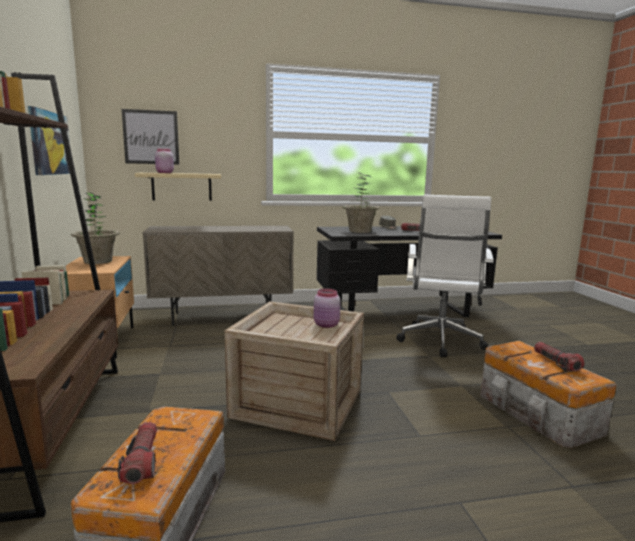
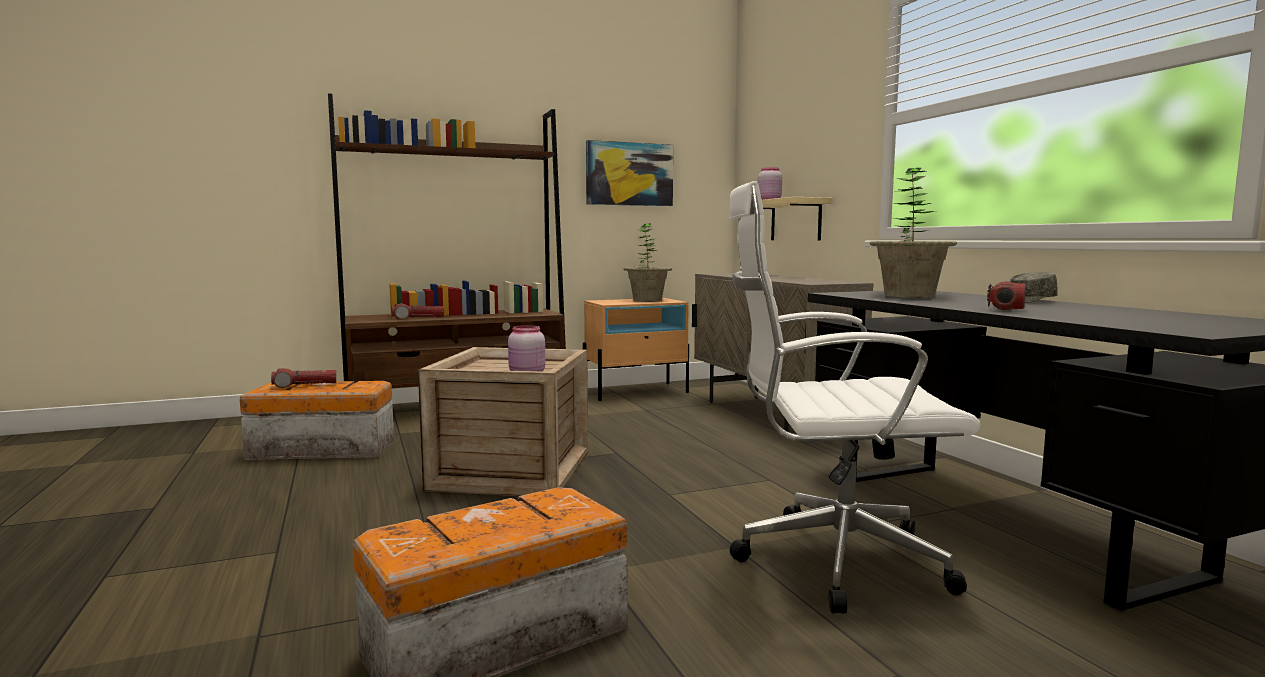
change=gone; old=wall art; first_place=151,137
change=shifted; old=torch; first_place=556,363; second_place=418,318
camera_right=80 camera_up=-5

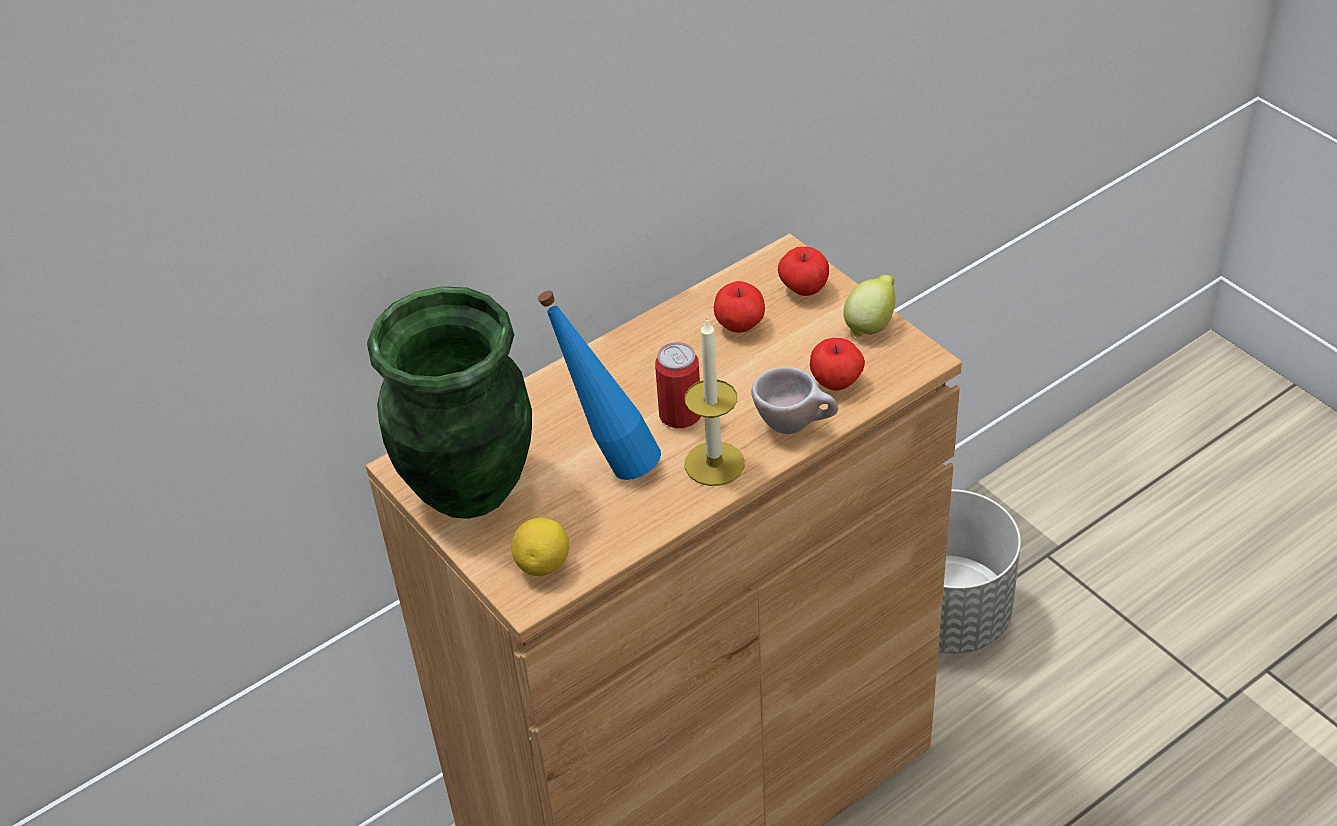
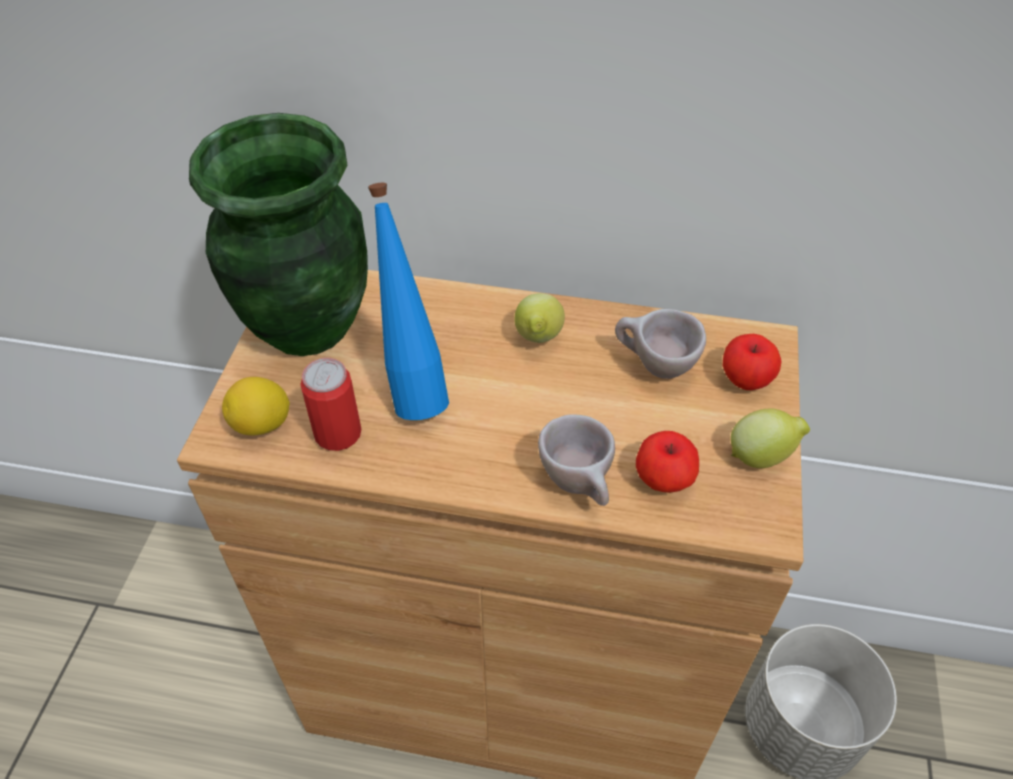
change=swapped; old=apple fruit; new=cup/beige; first_place=740,325; second_place=653,367
change=gone; old=wax light; first_place=714,463
change=shifted; old=metal can; first_place=680,414; second_place=338,433
change=new; new=citrus fruit; second_place=538,339
camera_right=45 camera_up=5

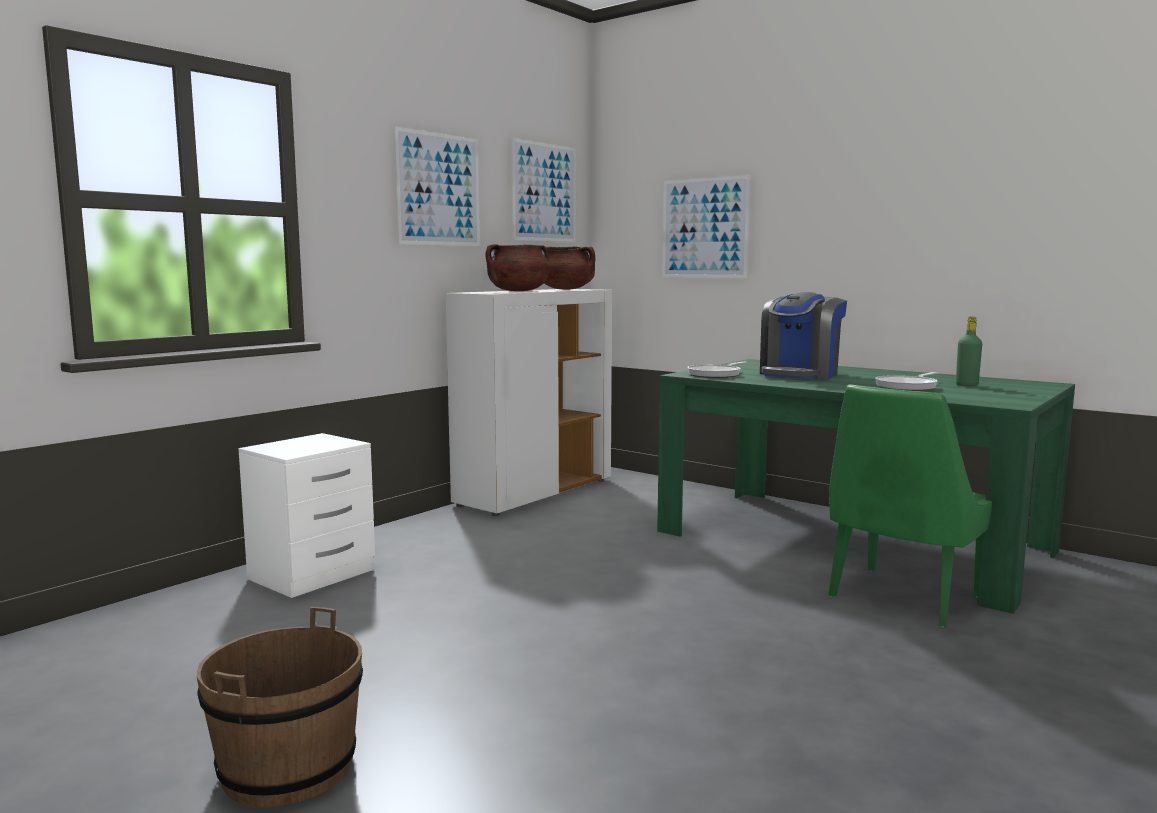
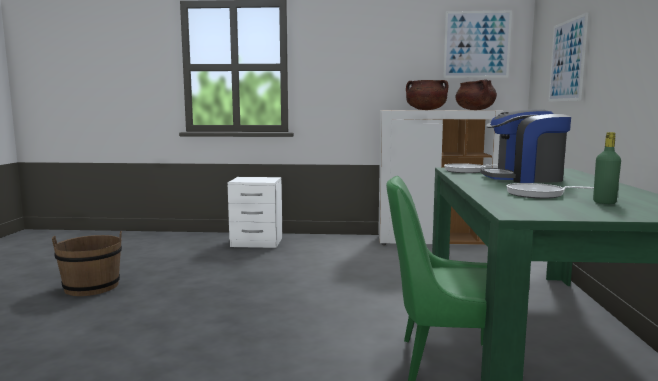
change=gone; old=wall art; first_place=438,189
camera_right=55 camera_up=0

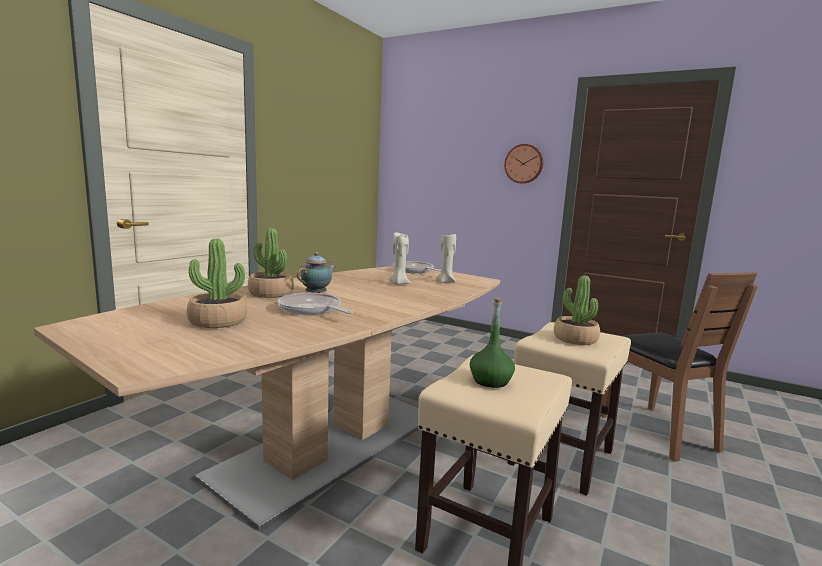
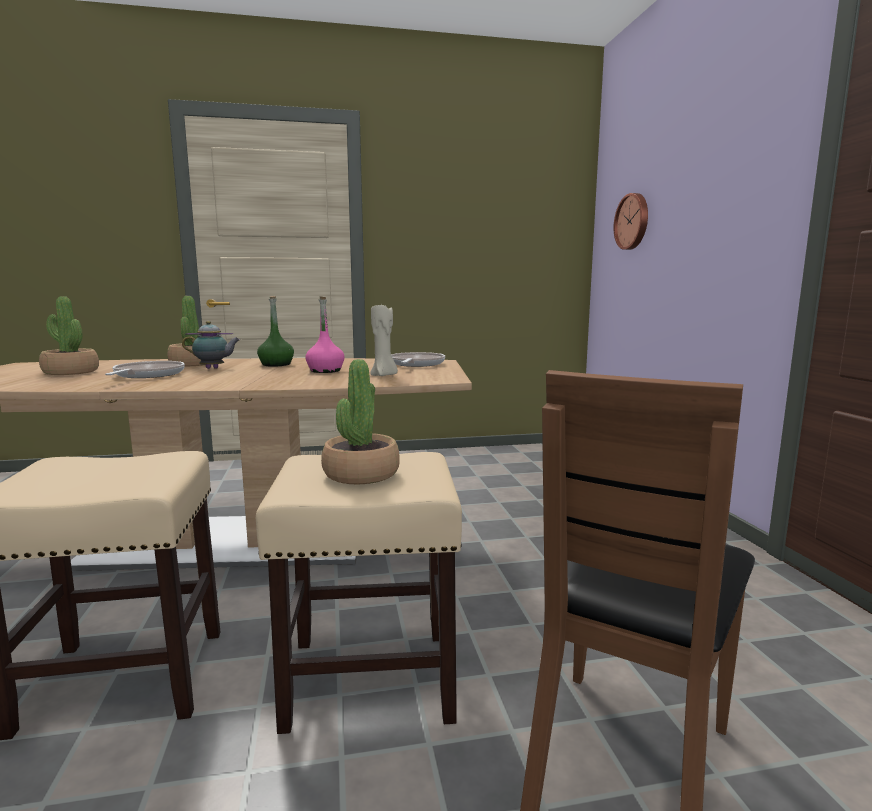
change=shifted; old=hanging clock; first_place=524,164; second_place=633,221
change=swapped; old=wax light/beige; new=drink bottle/pink; first_place=398,284; second_place=325,371
change=shifted; old=drink bottle/green; first_place=491,381; second_place=276,364
camera_right=50 camera_up=0

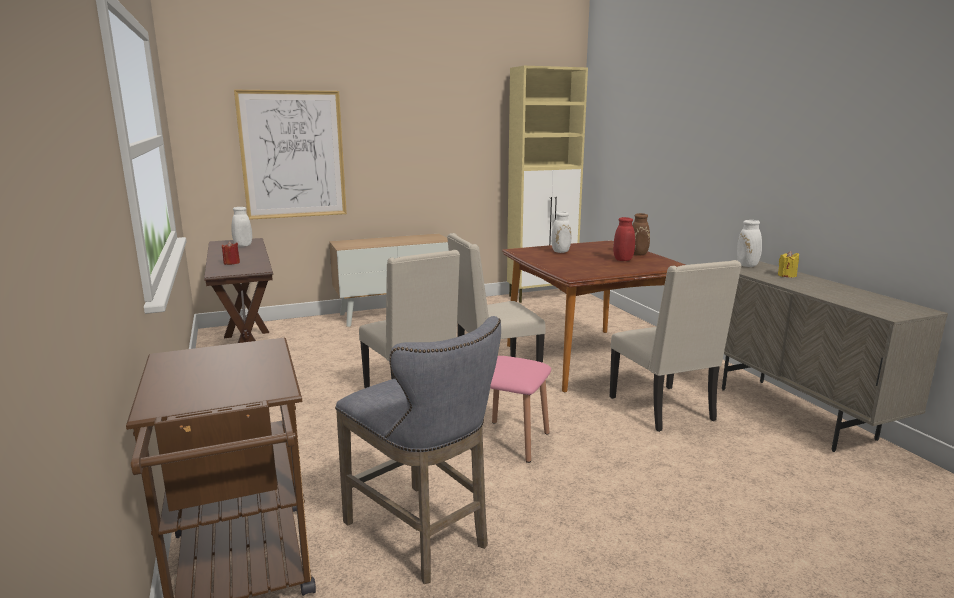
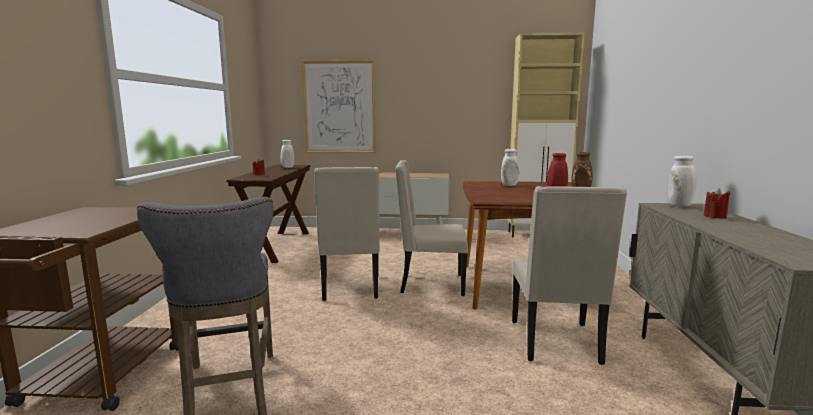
change=repainted; old=wax light/yellow; new=wax light/red; first_place=786,275; second_place=714,216
change=gone; old=stool seat/pink; first_place=510,440
camera_right=25 camera_up=-5

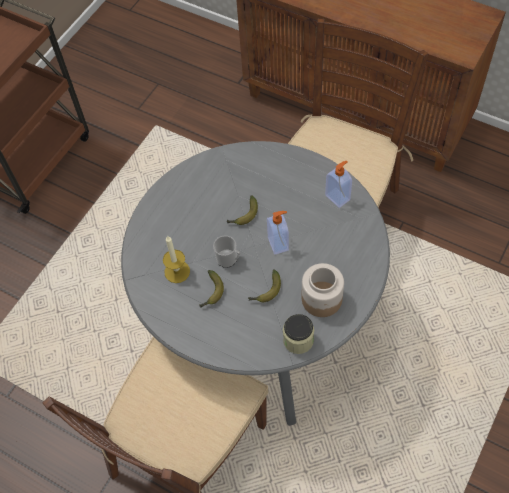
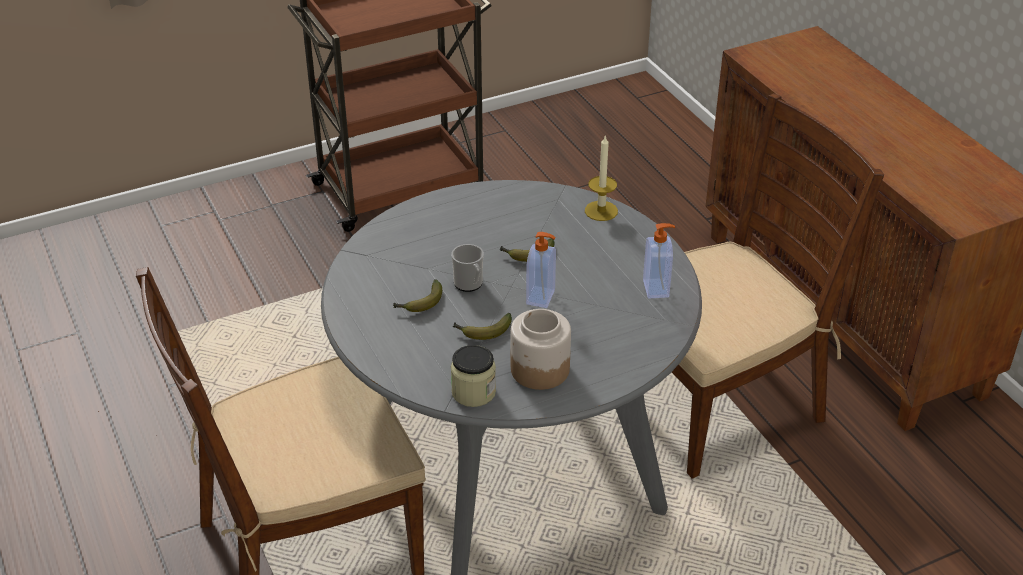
change=shifted; old=wax light; first_place=177,271; second_place=601,211
camera_right=30 camera_up=-20

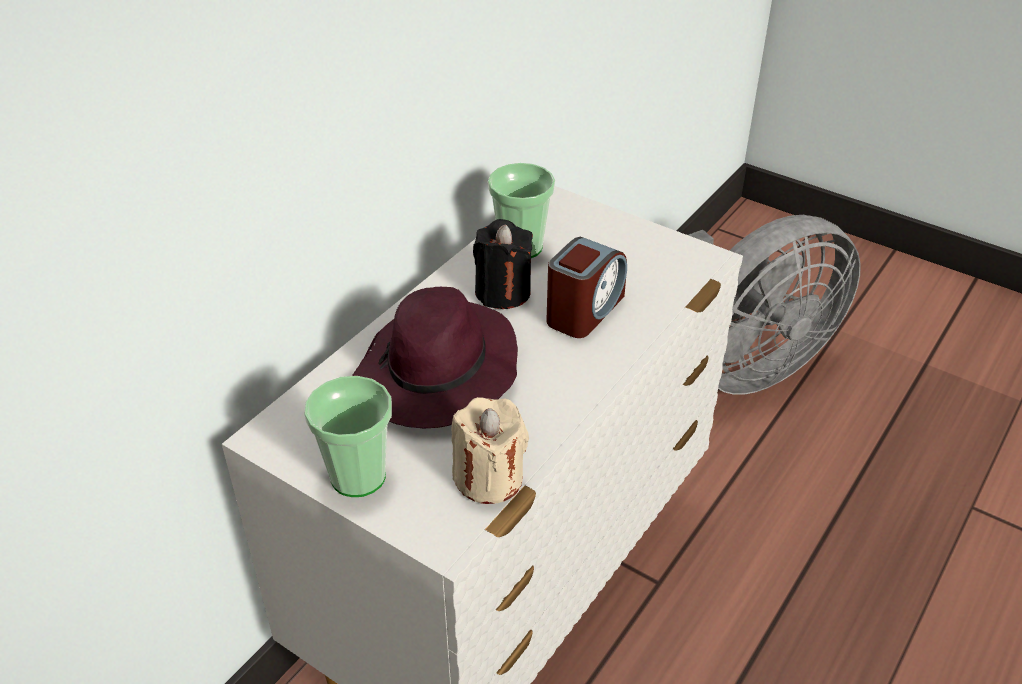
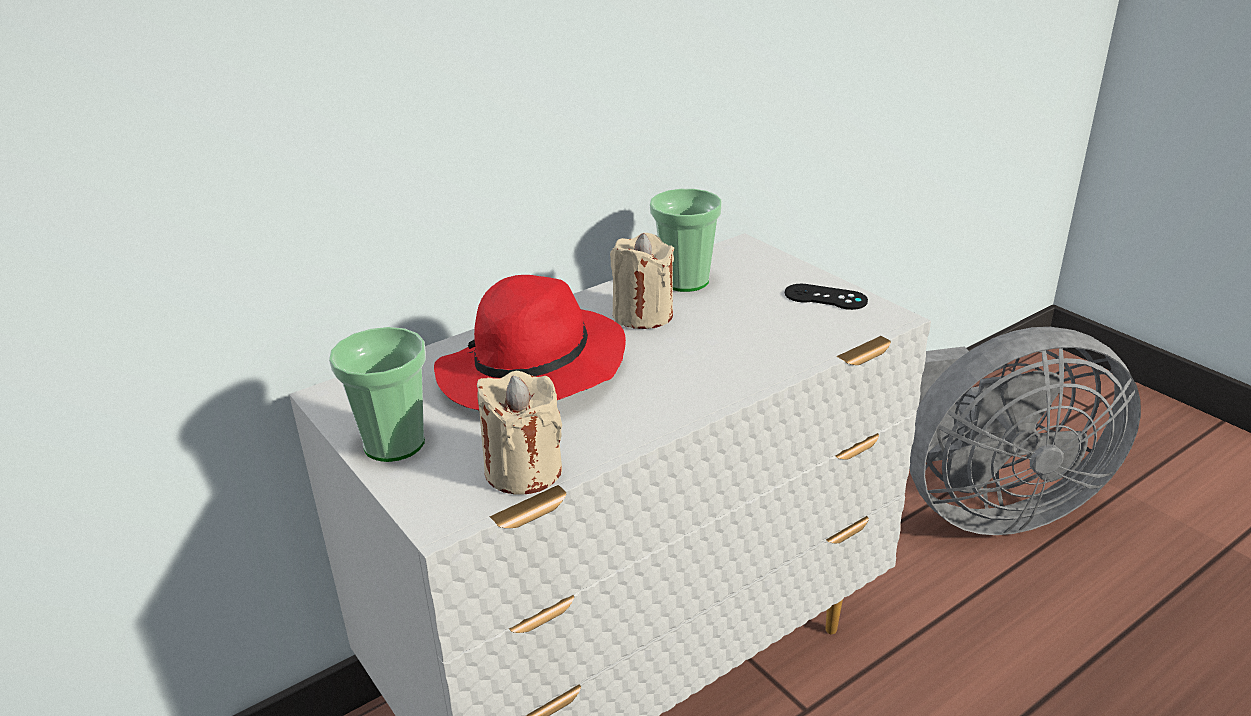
change=repainted; old=wax light/black; new=wax light/beige; first_place=503,292; second_place=643,315
change=gone; old=bedside clock; first_place=584,310
change=repainted; old=hat/purple; new=hat/red; first_place=438,374; second_place=532,372
change=new; new=game controller/black; second_place=825,297
camera_right=20 camera_up=-10

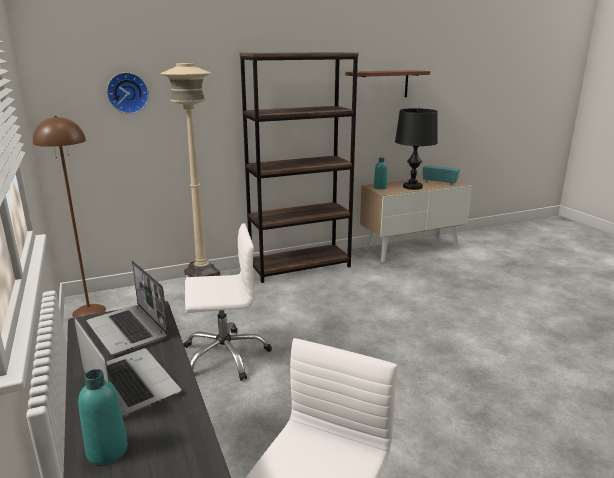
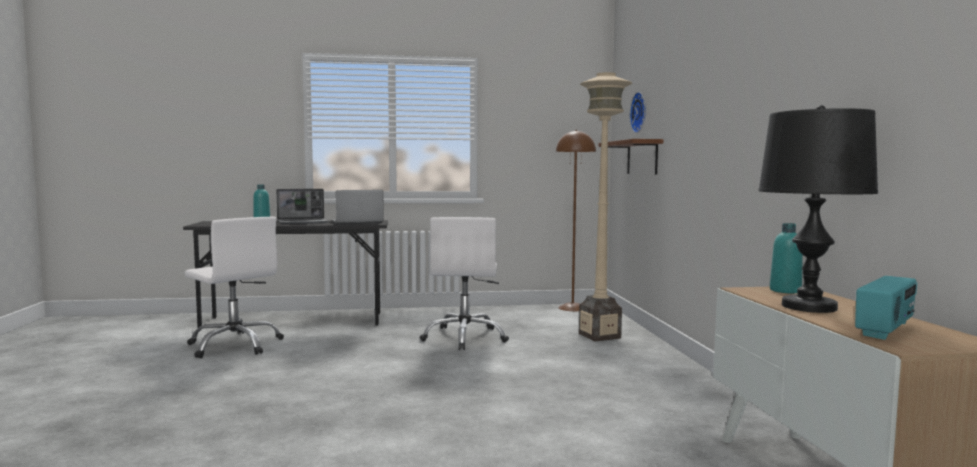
change=gone; old=bookcase/brownish; first_place=300,267
change=shifted; old=bracket shelf/brownish; first_place=381,84; second_place=642,157
camera_right=105 camera_up=-15

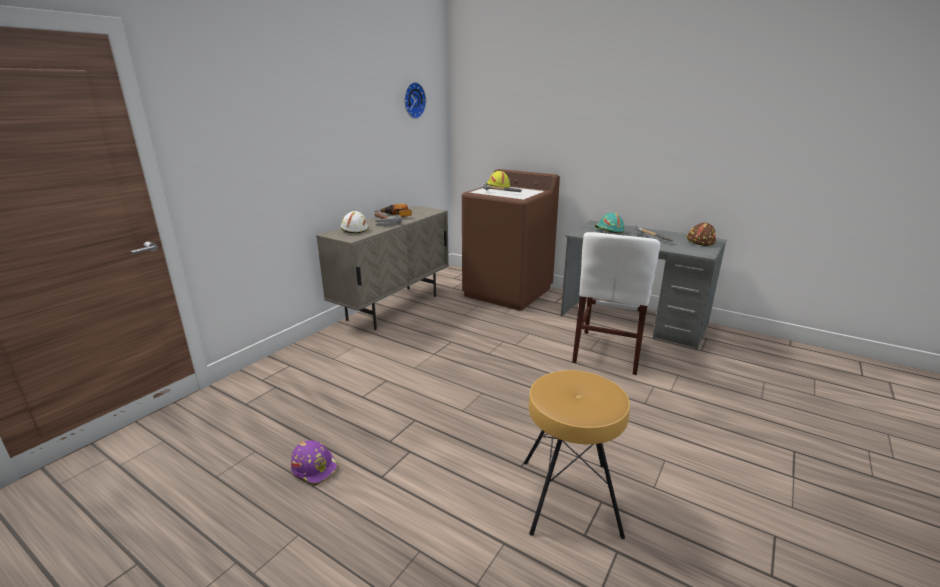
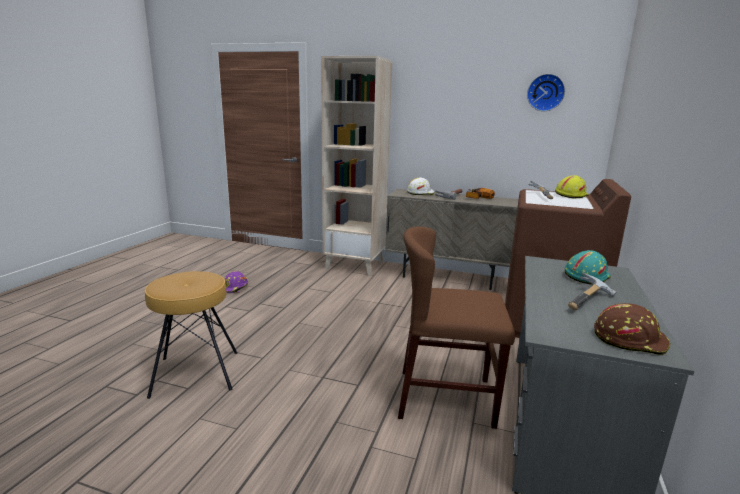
change=repainted; old=chair/white; new=chair/brownish; first_place=608,351; second_place=445,397
change=new; new=bookcase/beige; second_place=355,265
camera_right=75 camera_up=-5

